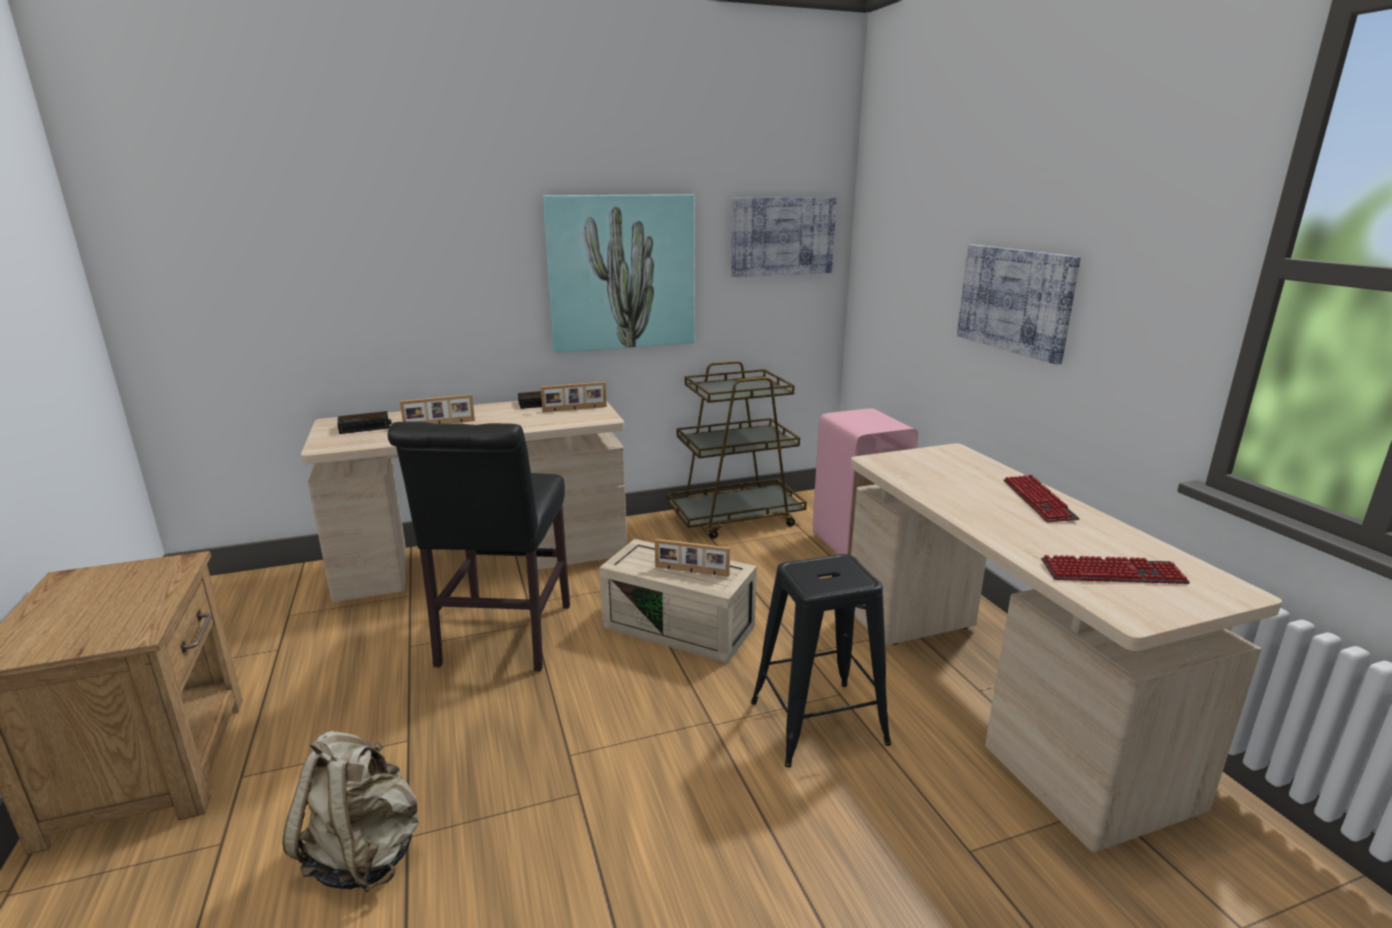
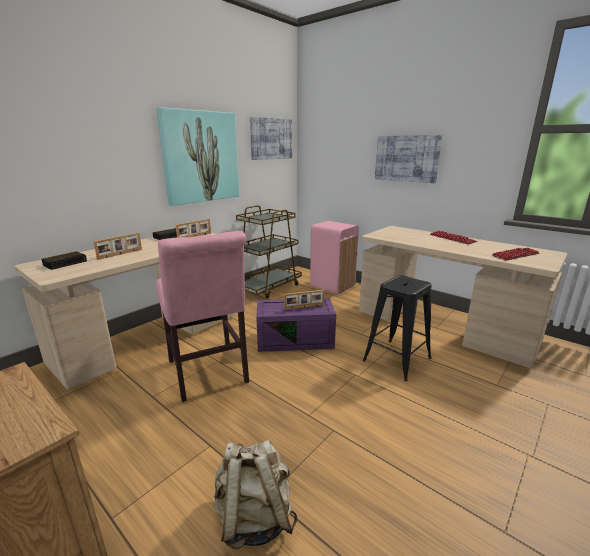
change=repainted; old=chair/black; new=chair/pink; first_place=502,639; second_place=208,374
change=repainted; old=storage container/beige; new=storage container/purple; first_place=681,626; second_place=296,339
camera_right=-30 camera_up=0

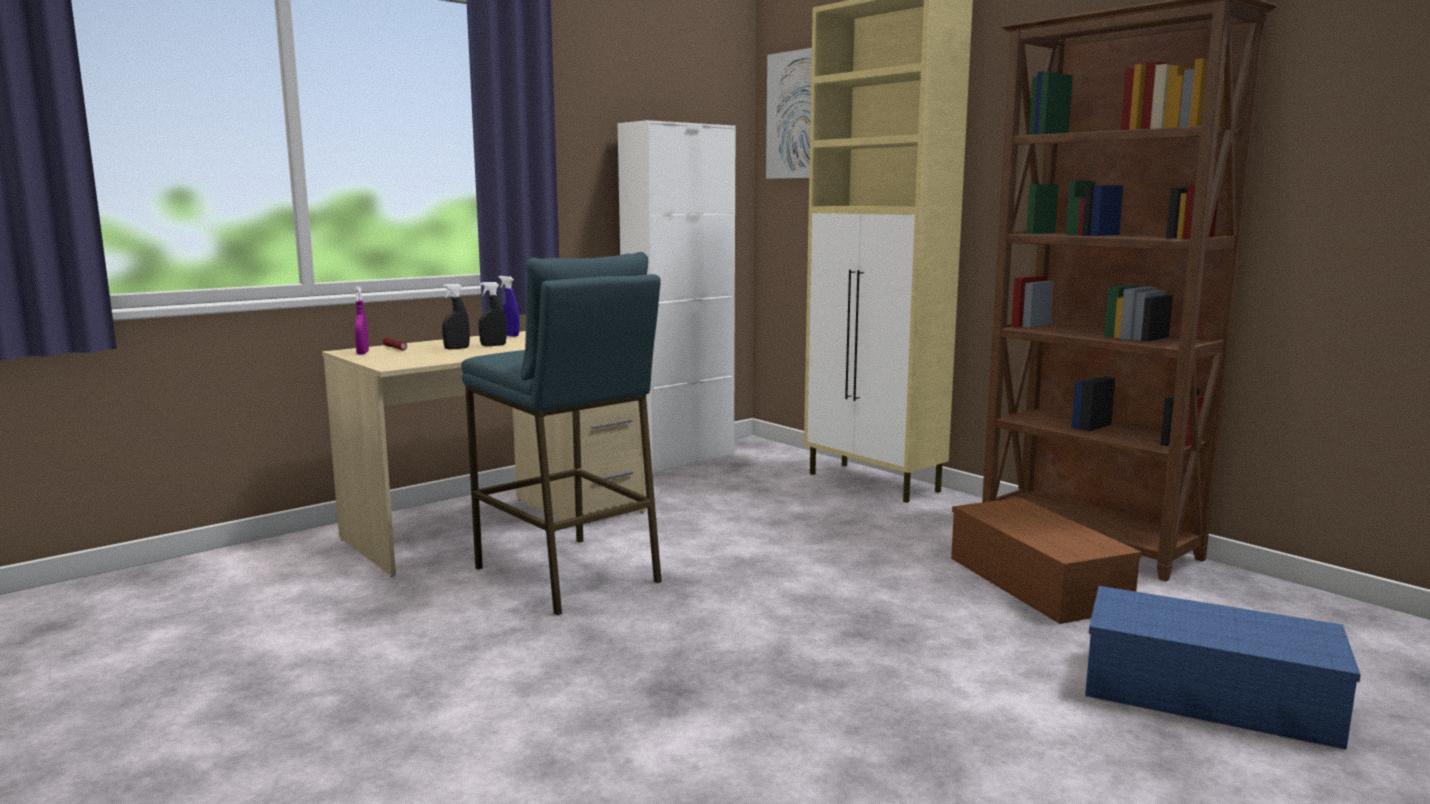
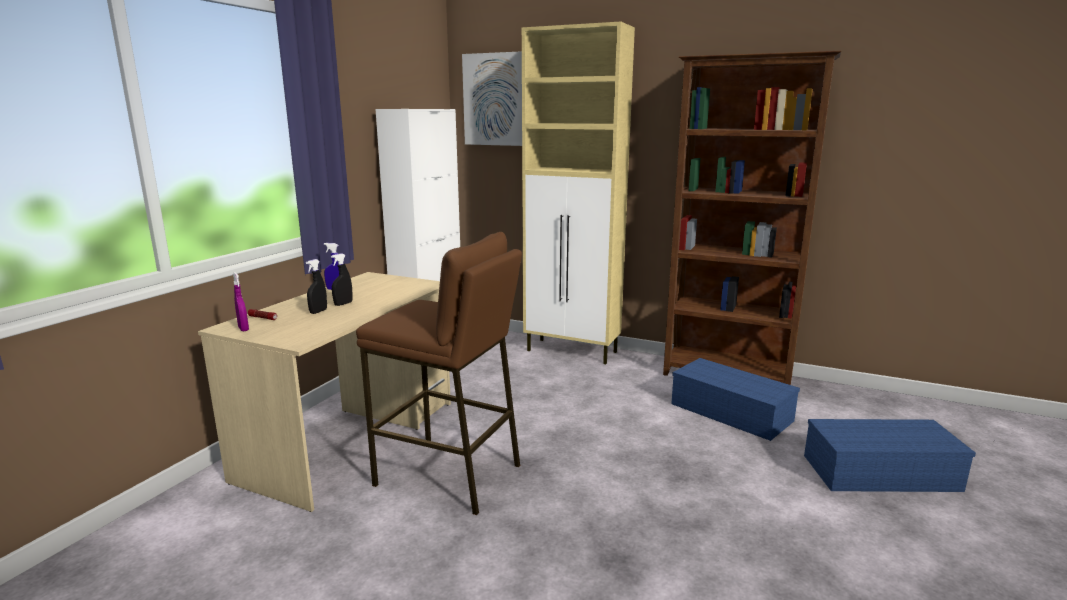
change=repainted; old=stool seat/blue-coloured; new=stool seat/brownish; first_place=567,575; second_place=449,475
change=repainted; old=storage container/brownish; new=storage container/blue-coloured; first_place=1040,583; second_place=733,412
camera_right=-25 camera_up=5

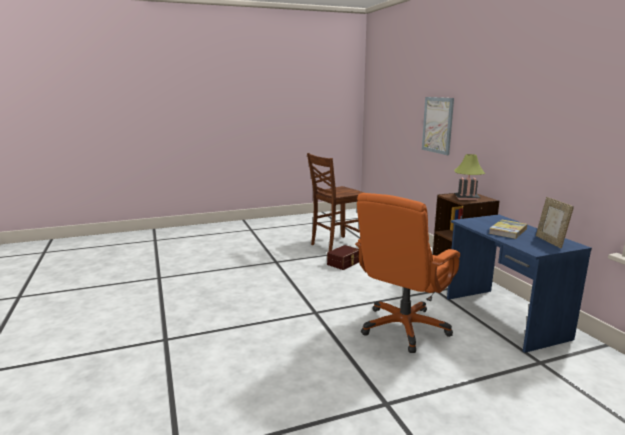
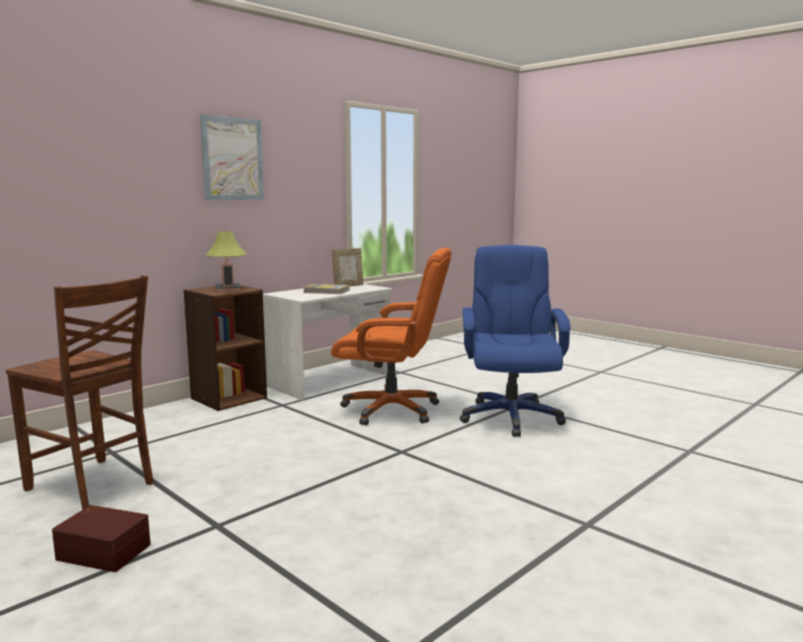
change=shifted; old=wall art; first_place=437,125; second_place=232,159
change=repainted; old=desk/blue-coloured; new=desk/white; first_place=503,318; second_place=331,381
change=shifted; old=storage container/brownish; first_place=344,263; second_place=105,551
change=new; new=office chair/blue-coloured; second_place=510,417
camera_right=-115 camera_up=-5

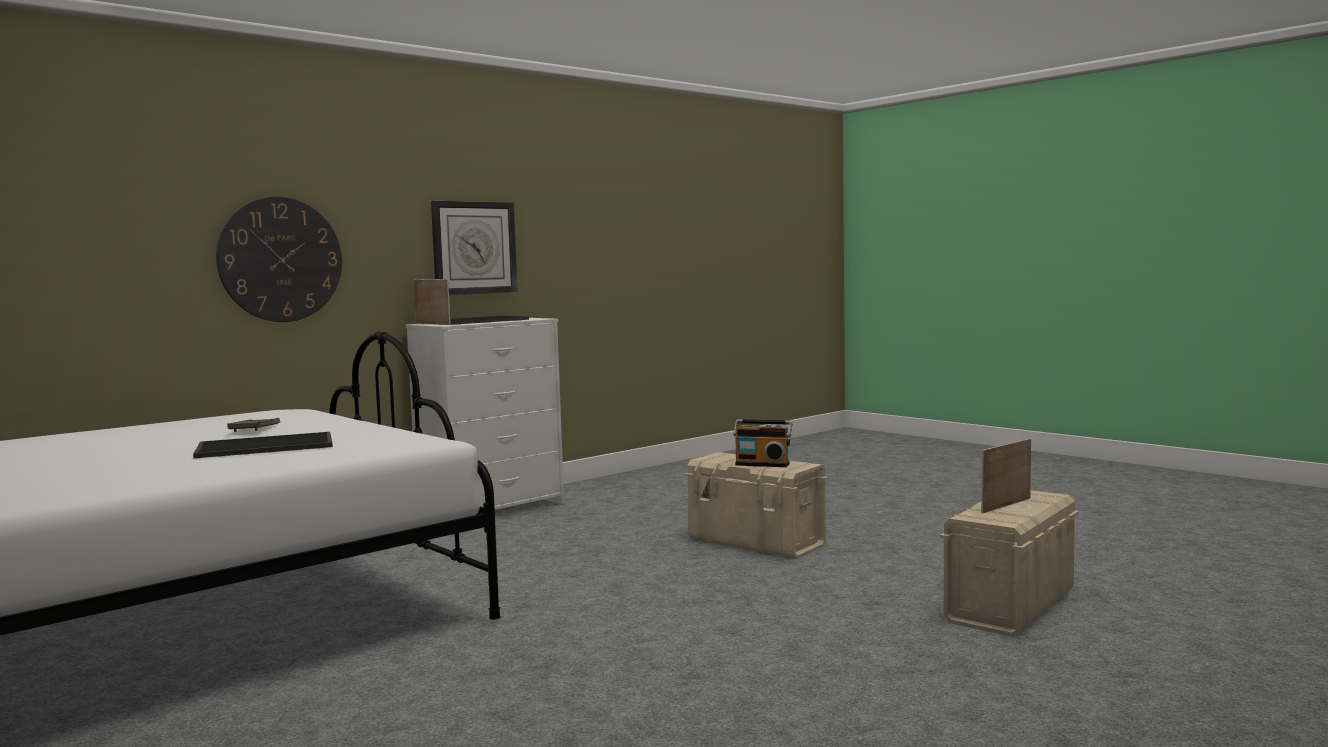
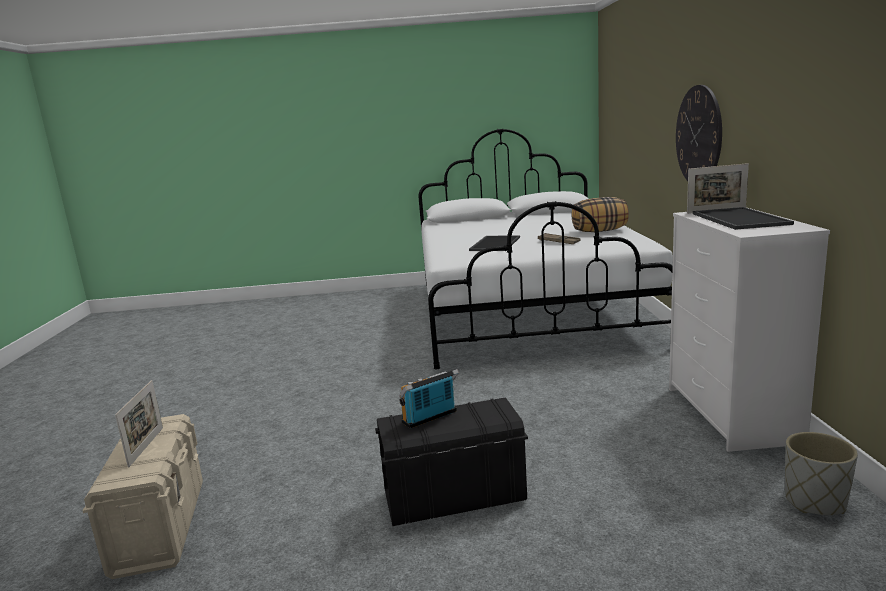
change=gone; old=hanging clock; first_place=474,248
change=repainted; old=storage container/beige; new=storage container/black; first_place=756,542; second_place=453,497
change=new; new=cushion; second_place=599,231
change=new; new=plant pot/gray; second_place=814,502
camera_right=130 camera_up=10

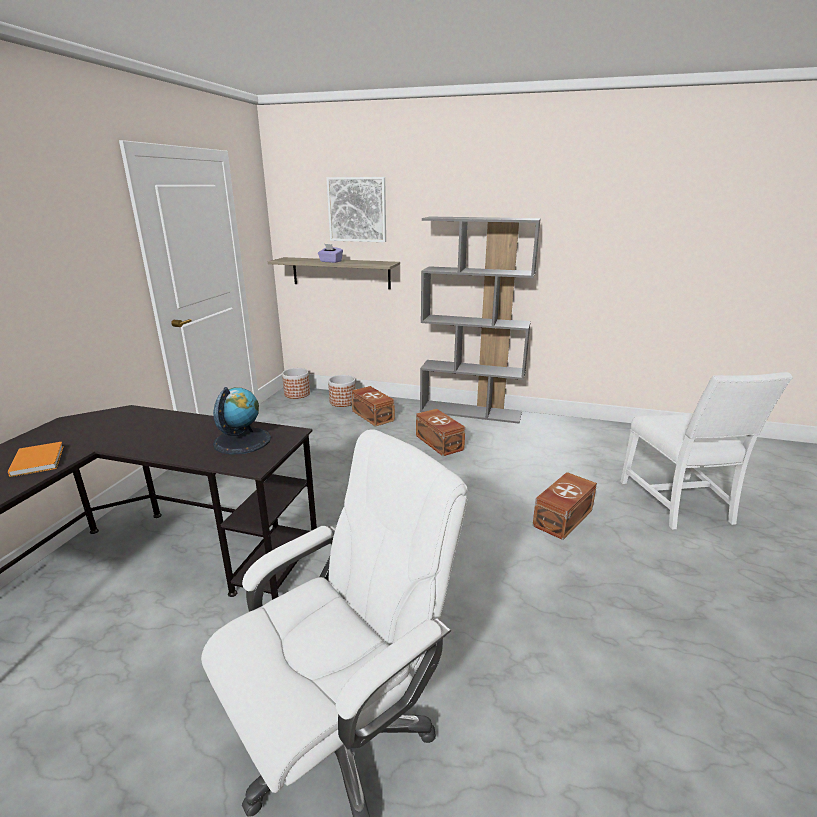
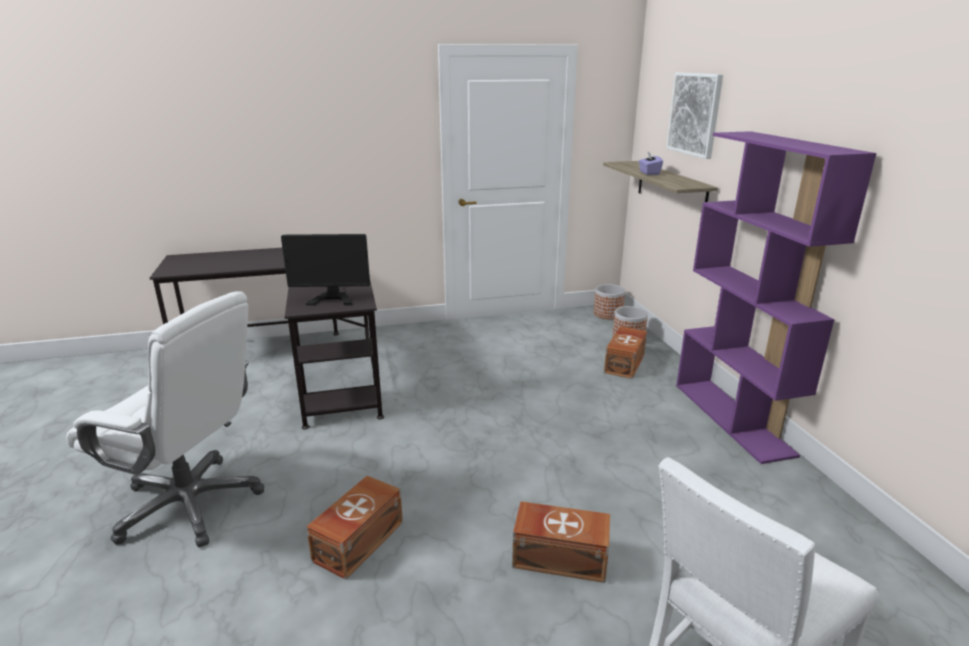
change=repainted; old=bookcase/gray; new=bookcase/purple; first_place=471,412; second_place=733,418
change=swapped; old=world globe; new=monitor; first_place=242,441; second_place=335,295
change=shifted; old=storage container/brownish; first_place=439,443; second_place=357,541
change=gone; old=volume/orangey; first_place=39,460
camera_right=60 camera_up=0

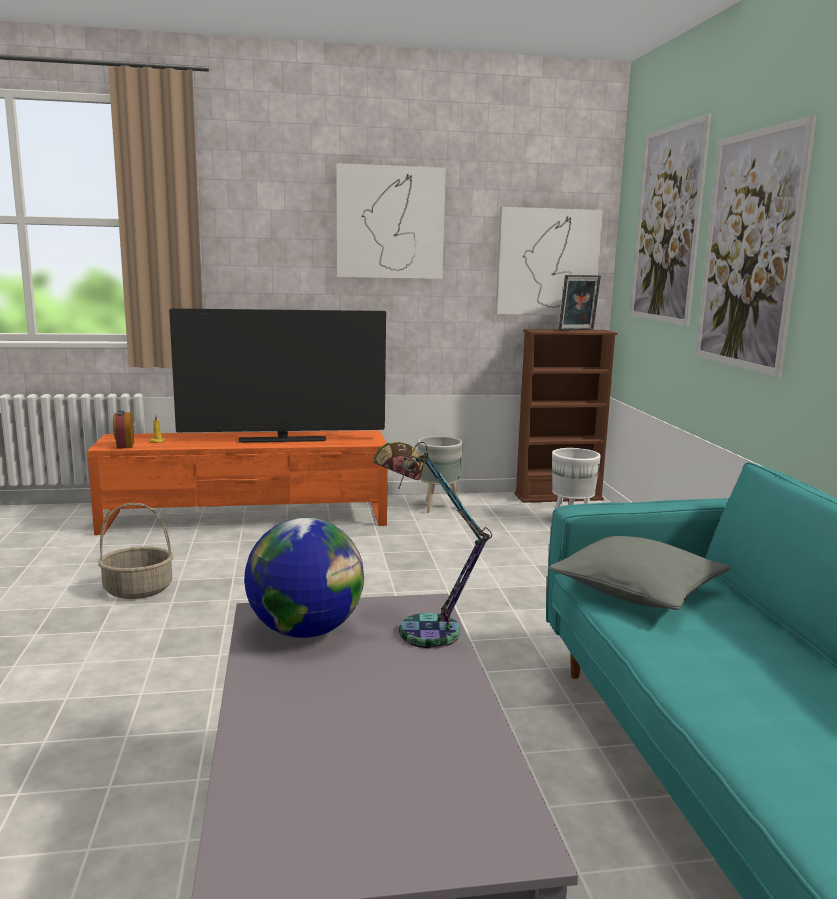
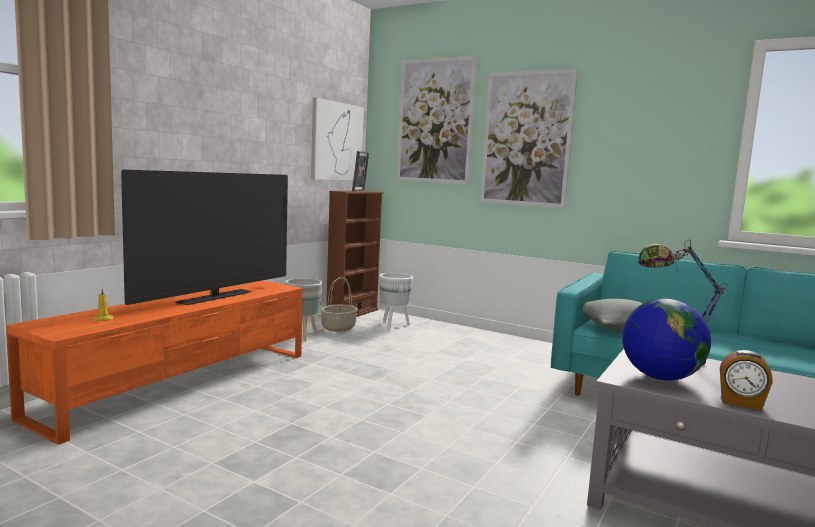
change=gone; old=wall art; first_place=390,222
change=shifted; old=bedside clock; first_place=124,445; second_place=741,403
change=shifted; old=basket; first_place=137,590; second_place=338,328
camera_right=-50 camera_up=-5

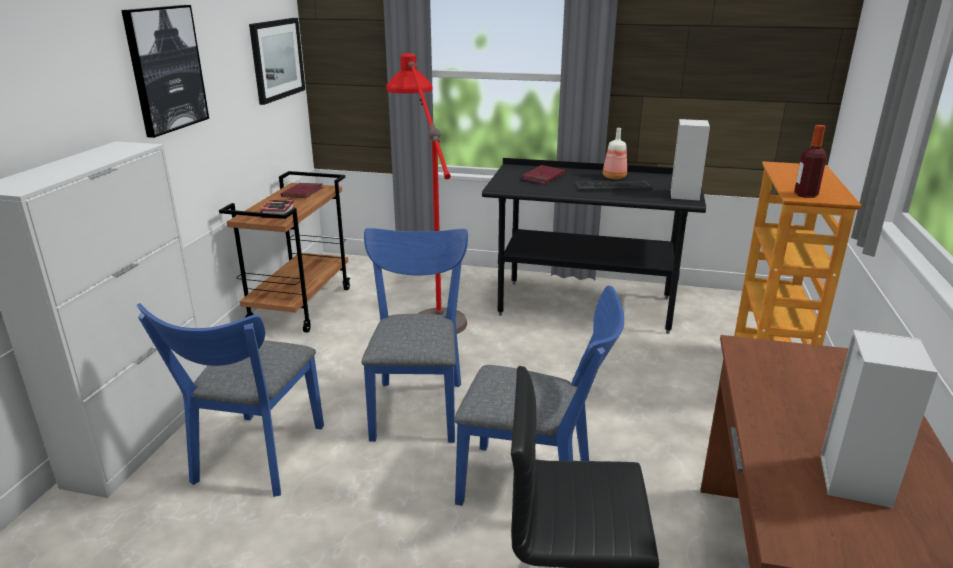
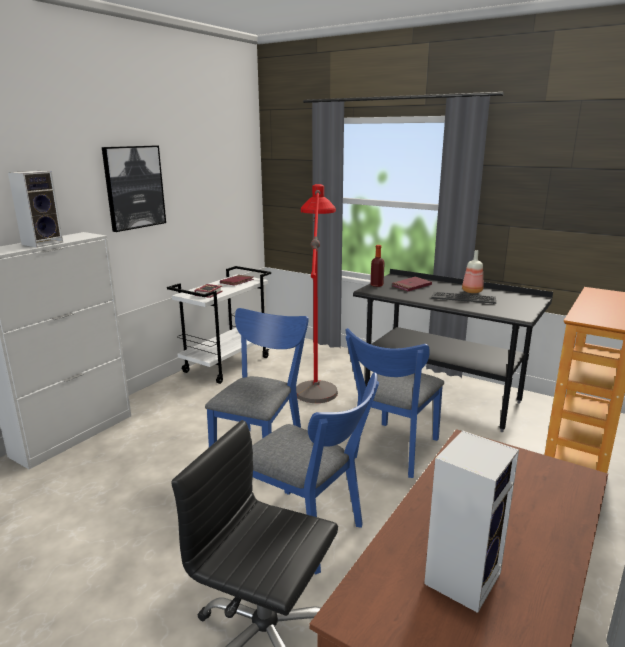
change=gone; old=wall art; first_place=277,59
change=shifted; old=speaker; first_place=683,194; second_place=43,243
change=shifted; old=drink bottle; first_place=805,195; second_place=377,285
change=repainted; old=cart/brownish; new=cart/white; first_place=300,306; second_place=227,364
change=shifted; old=chair/blue-coloured; first_place=255,460; second_place=393,452
camera_right=20 camera_up=-5

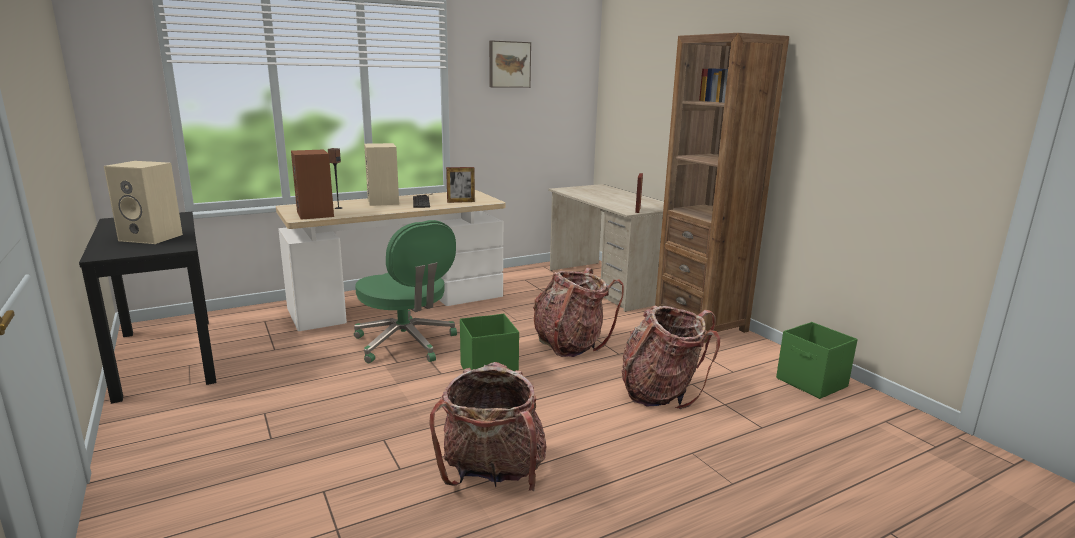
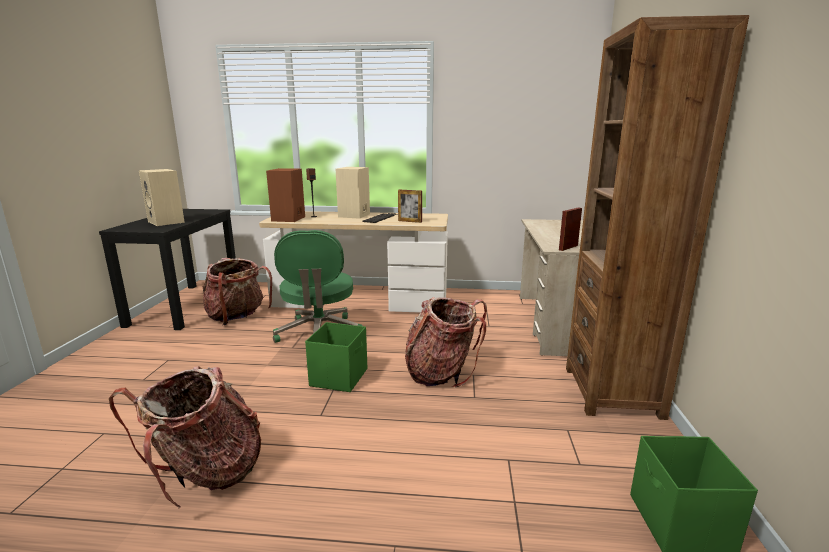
change=gone; old=wall art; first_place=509,64
change=shifted; old=backpack; first_place=661,392; second_place=237,317
camera_right=35 camera_up=0

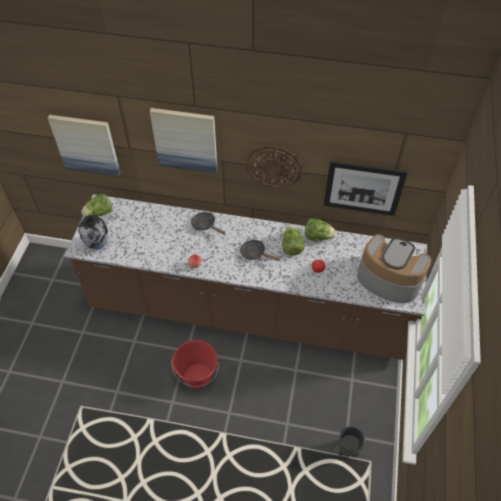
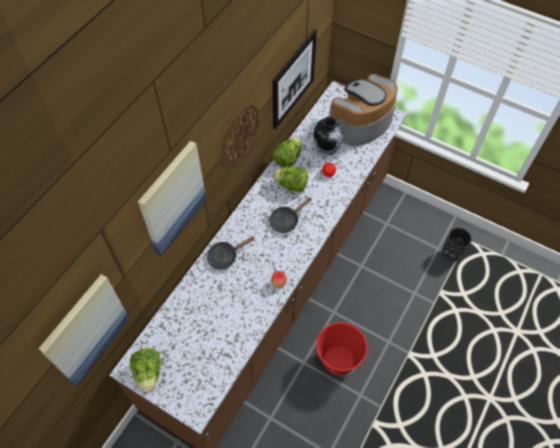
change=shifted; old=flower vase; first_place=98,245; second_place=327,149
camera_right=-70 camera_up=5

